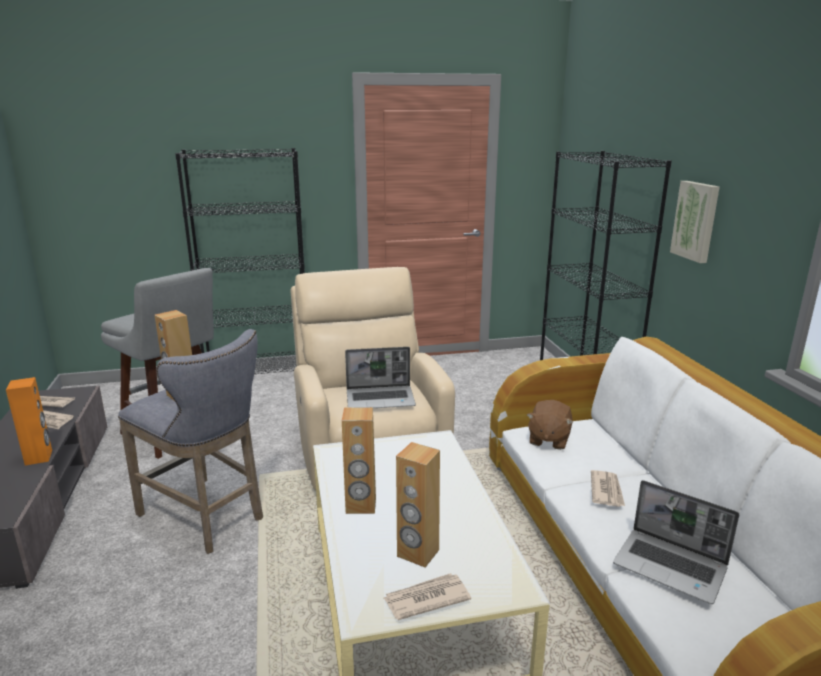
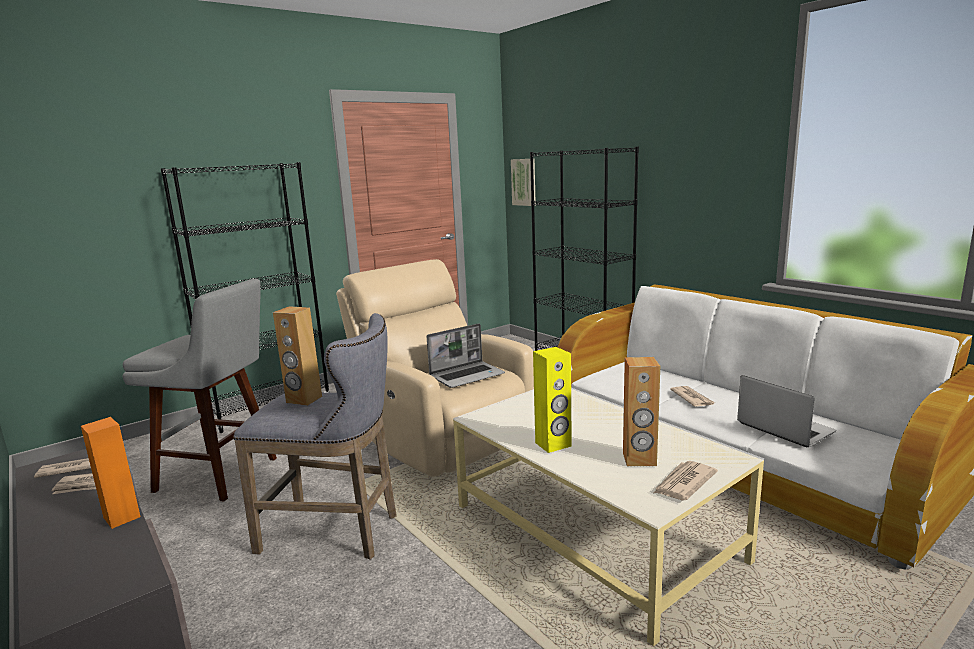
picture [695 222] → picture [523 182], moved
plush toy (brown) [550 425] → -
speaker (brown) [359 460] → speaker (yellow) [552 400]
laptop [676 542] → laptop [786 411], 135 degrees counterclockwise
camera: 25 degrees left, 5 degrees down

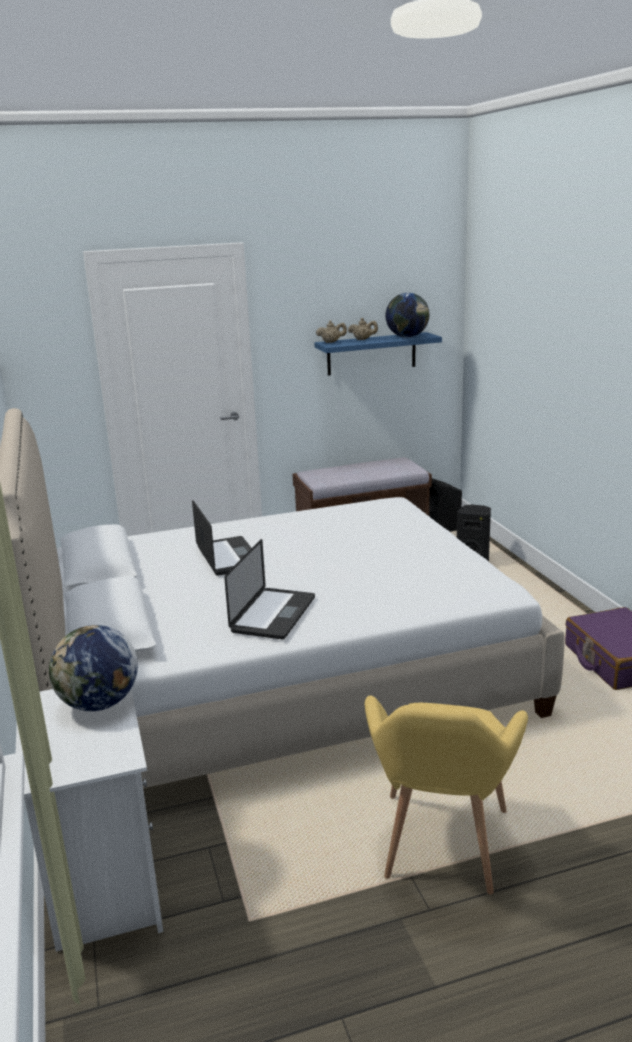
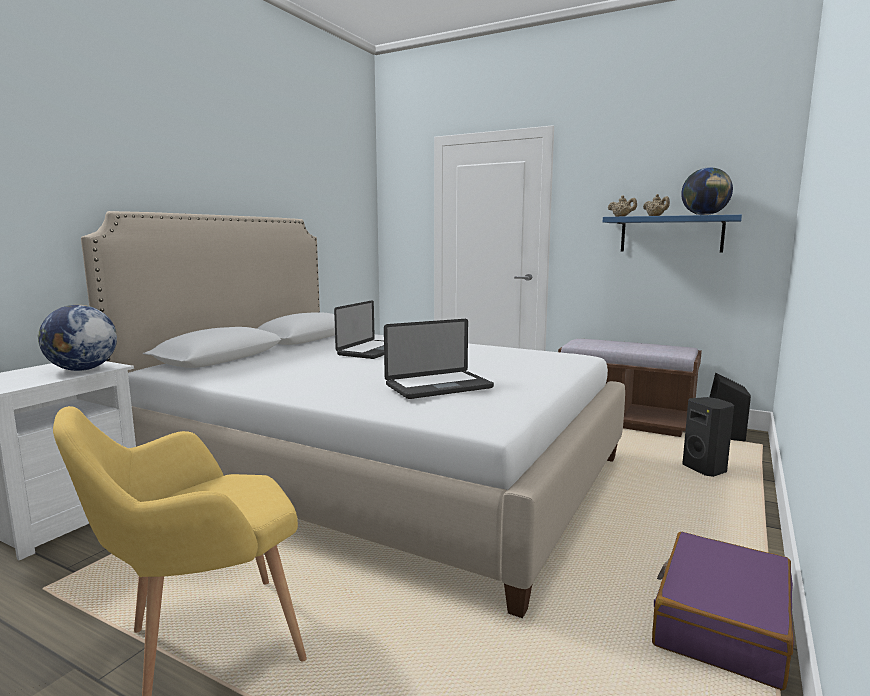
laptop [269 589] → laptop [439 359], moved
camera: 45 degrees right, 10 degrees down

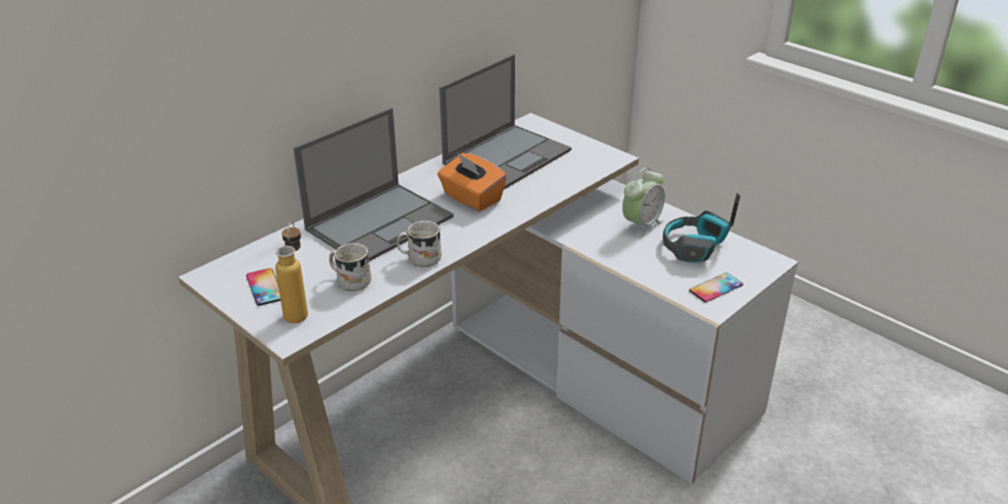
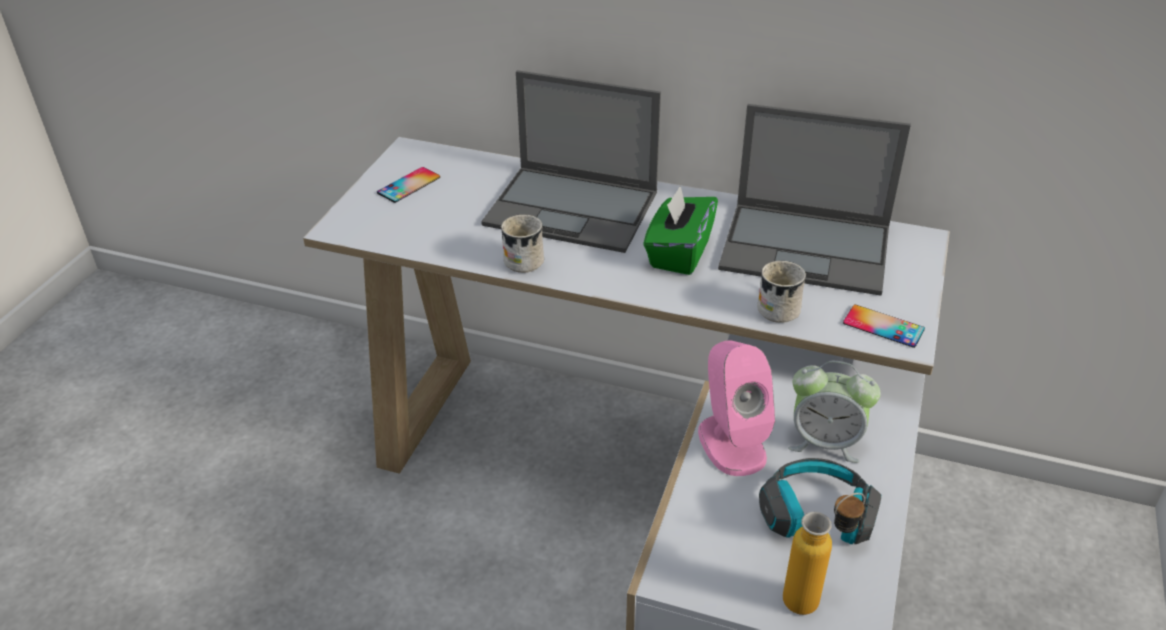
tissue box (orange) [472 182] → tissue box (green) [680 230]
bottle [291 272] → bottle [824 554], moved
mug (white) [350 267] → mug (white) [781 292], moved
phone [716 287] → phone [884 326], moved
- → speaker (pink) [736 408]
camera: 65 degrees right, 5 degrees up

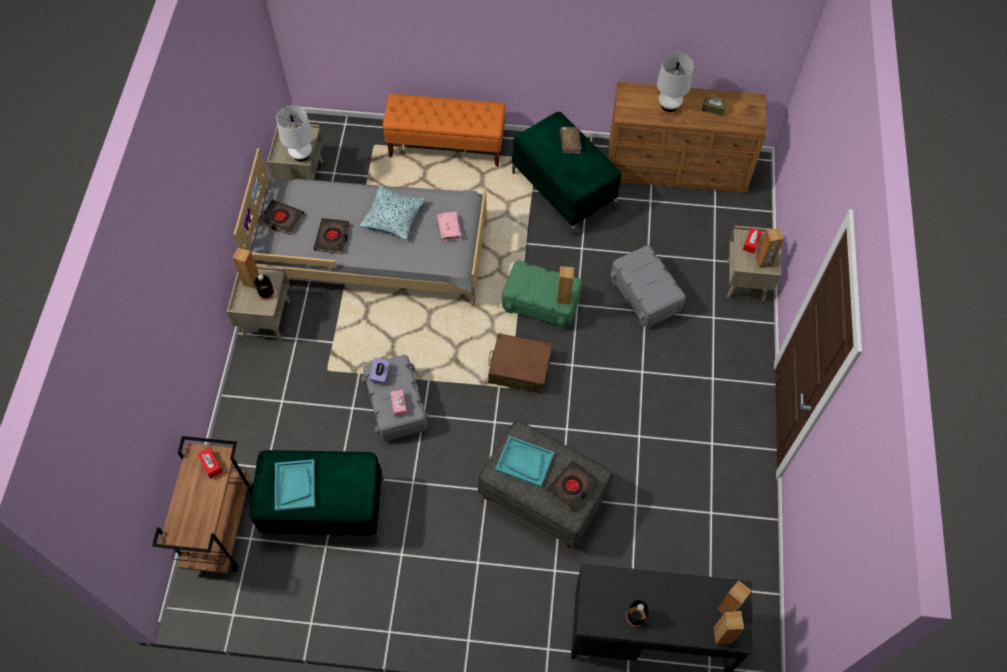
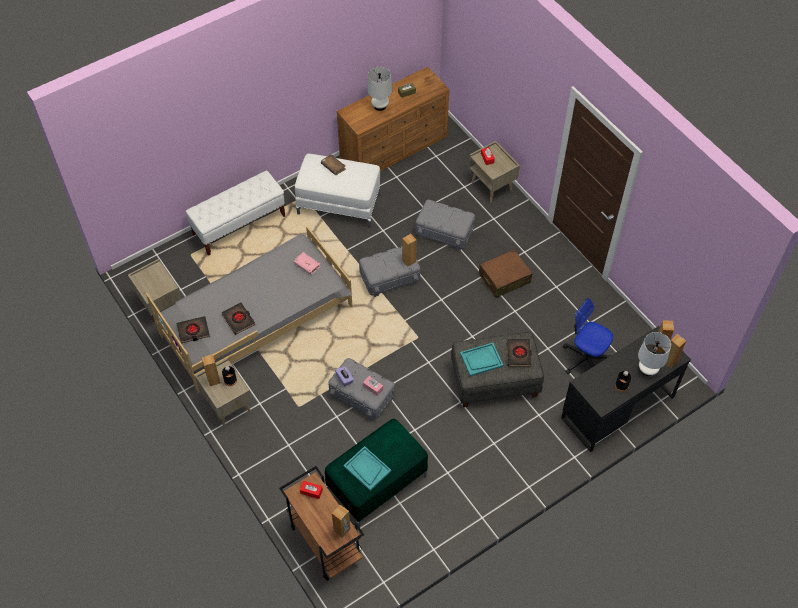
bench (orange) [444 130] → bench (white) [235 213]
table lamp (white) [294 134] → table lamp (white) [654 354], moved
ottoman (green) [566 174] → ottoman (white) [337 191]
pillow [393 212] → -
speaker (brown) [770 248] → speaker (brown) [341 521], moved
storage box (green) [542 295] → storage box (grey) [390 271]
suitcase (brown) [520 363] → suitcase (brown) [506 273], moved
- → office chair [588 336]
camera: 40 degrees left, 5 degrees down

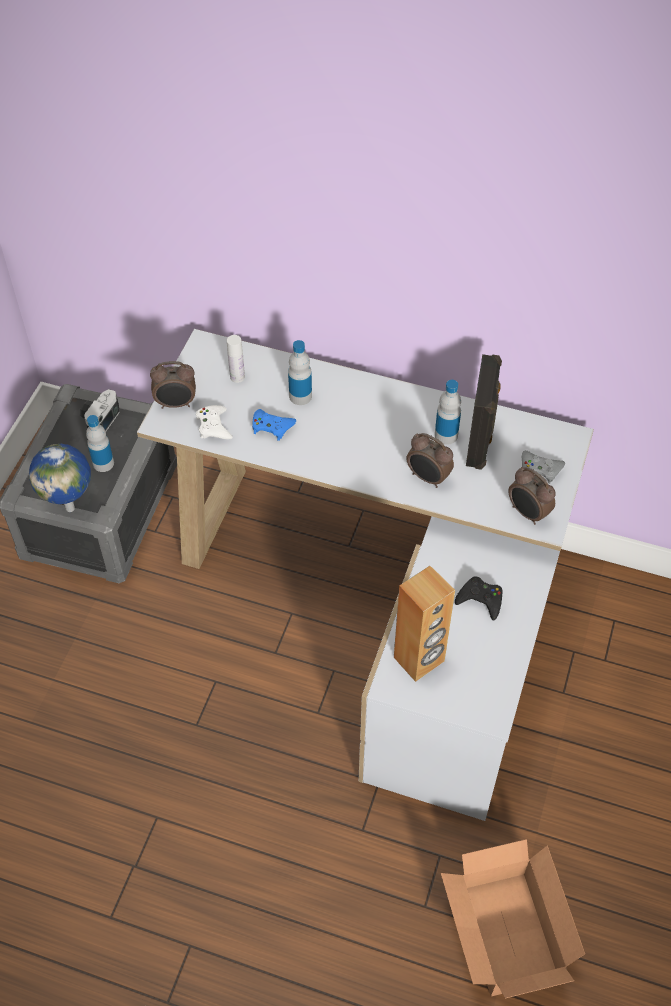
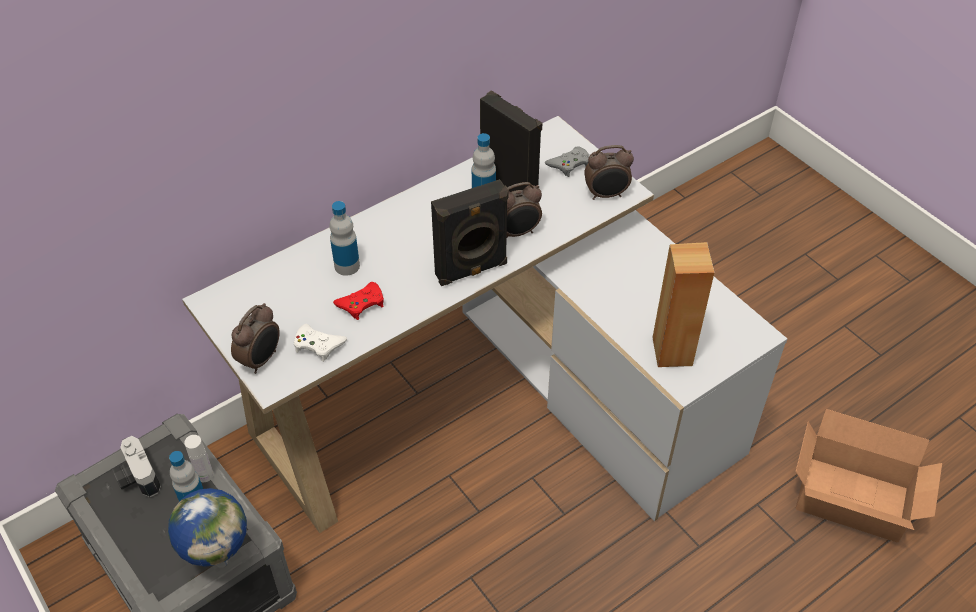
bottle (white) [236 359] → bottle (white) [199 458], moved
game controller (blue) [274 425] → game controller (red) [358 301]
game controller (black) [478 598] → -
- → speaker (black) [470 232]
camera: 55 degrees left, 5 degrees down

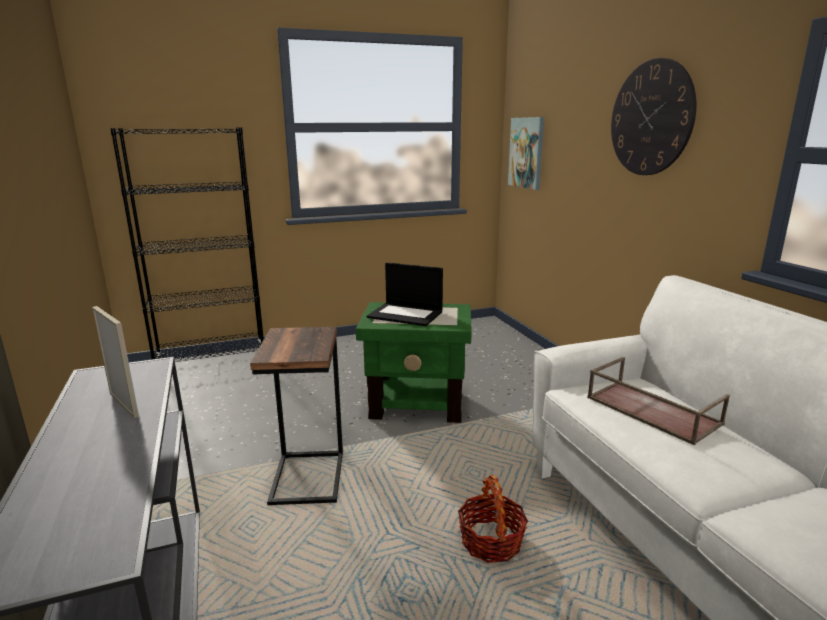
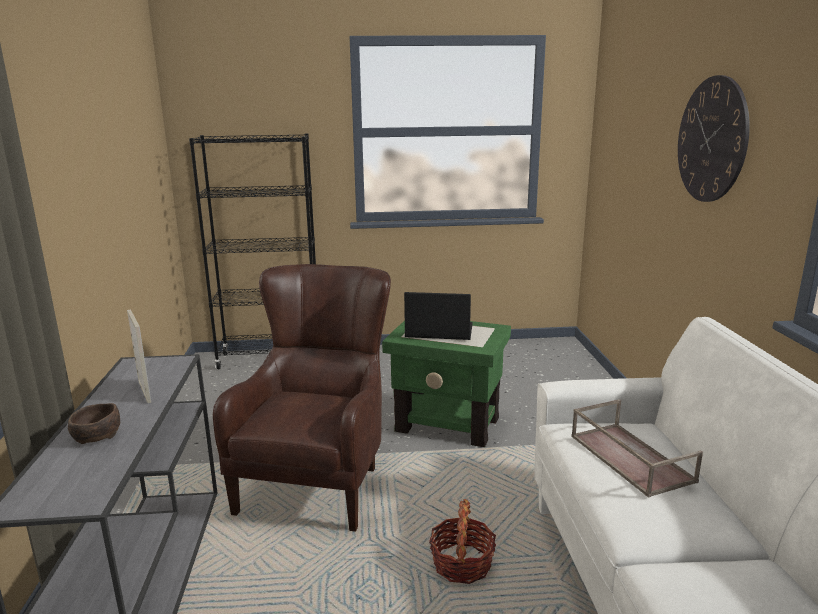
picture [526 153] → -
laptop [405 294] → laptop [438 316], 150 degrees clockwise
side table [296 416] → armchair (brown) [302 398]
- → bowl (brown) [94 423]
camera: 15 degrees right, 0 degrees up

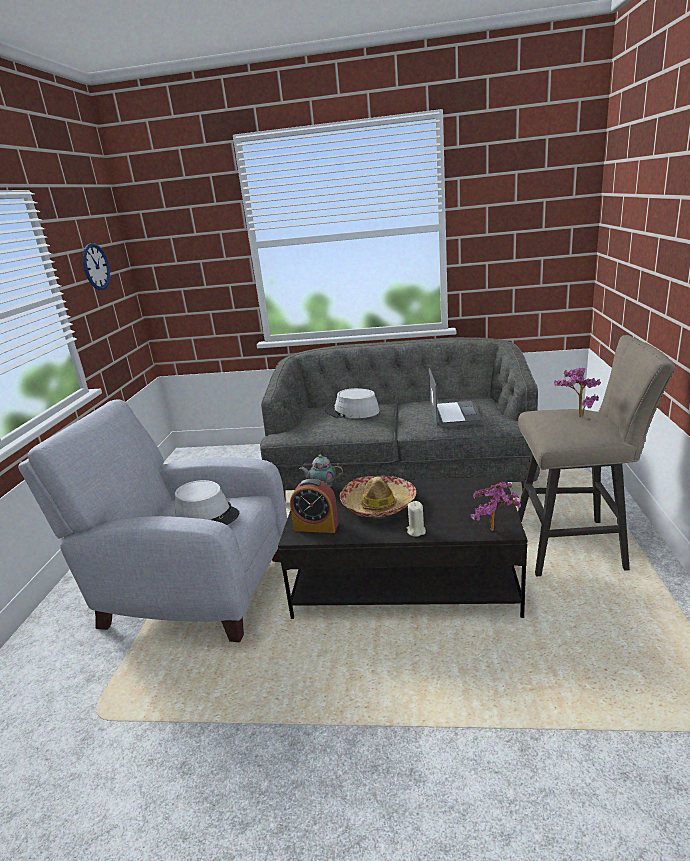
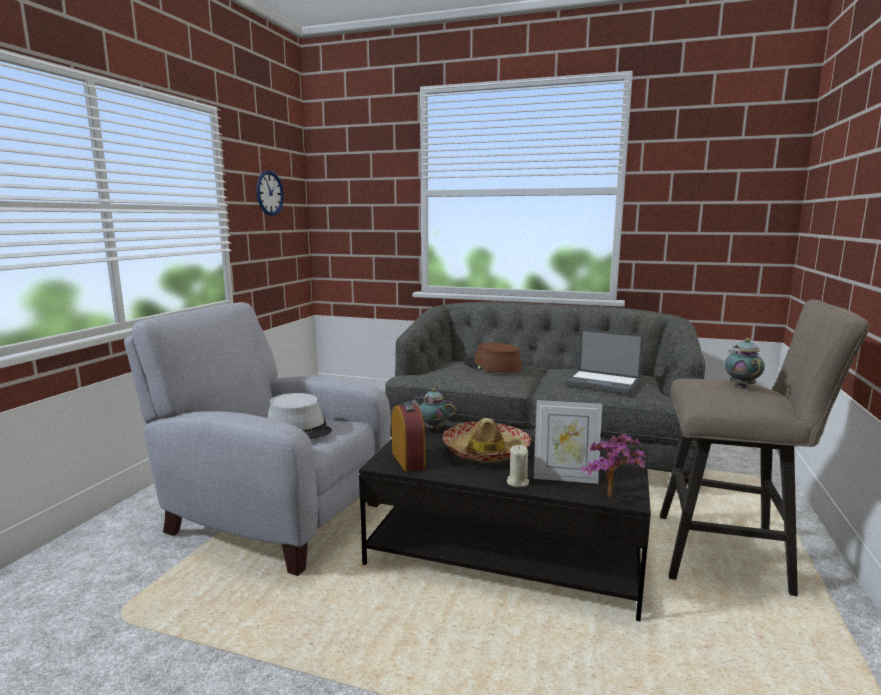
potted plant [577 392] → teapot [745 363]
laptop [456 397] → laptop [604 361], 105 degrees clockwise
hat (grey) [352 403] → hat (brown) [492 358]
alarm clock [314 506] → alarm clock [408 436], 135 degrees counterclockwise
- → picture frame [568 442]
camera: 10 degrees right, 10 degrees down

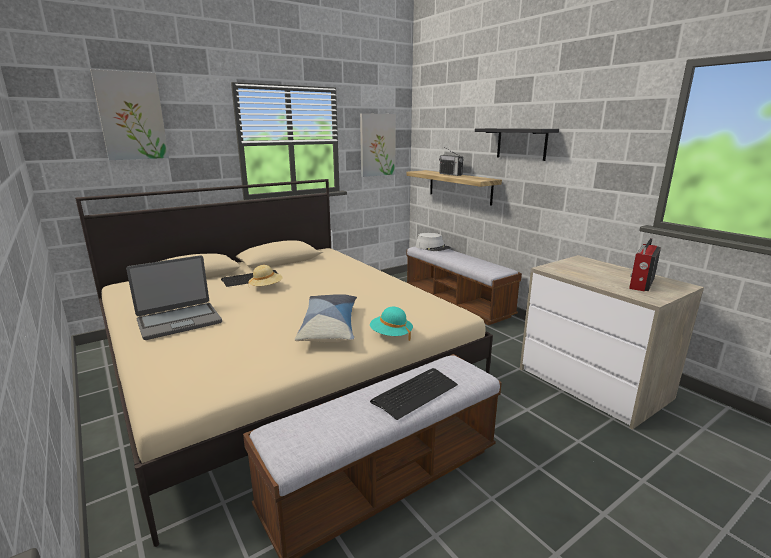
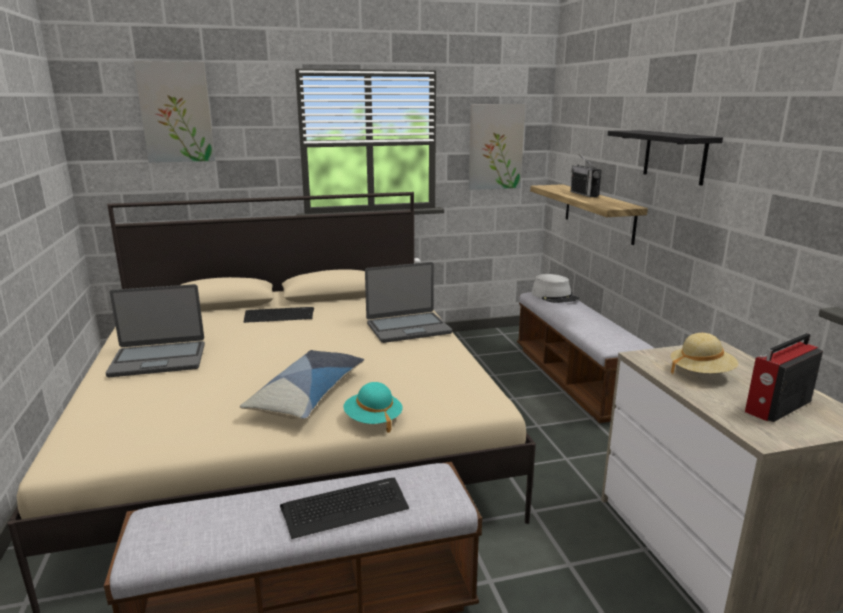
hat (beige) [265 275] → hat (beige) [704 353], moved
- → laptop [408 302]
camera: 20 degrees right, 0 degrees up

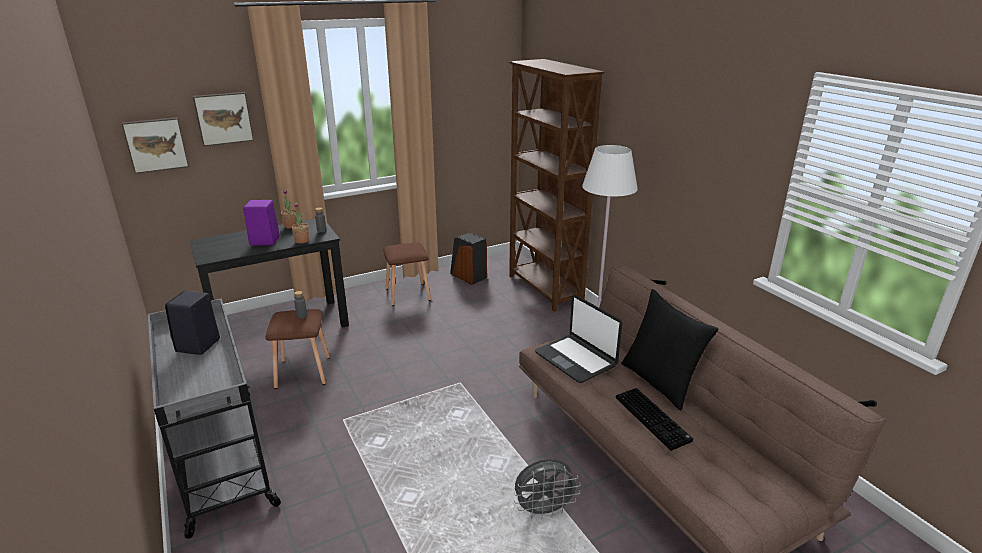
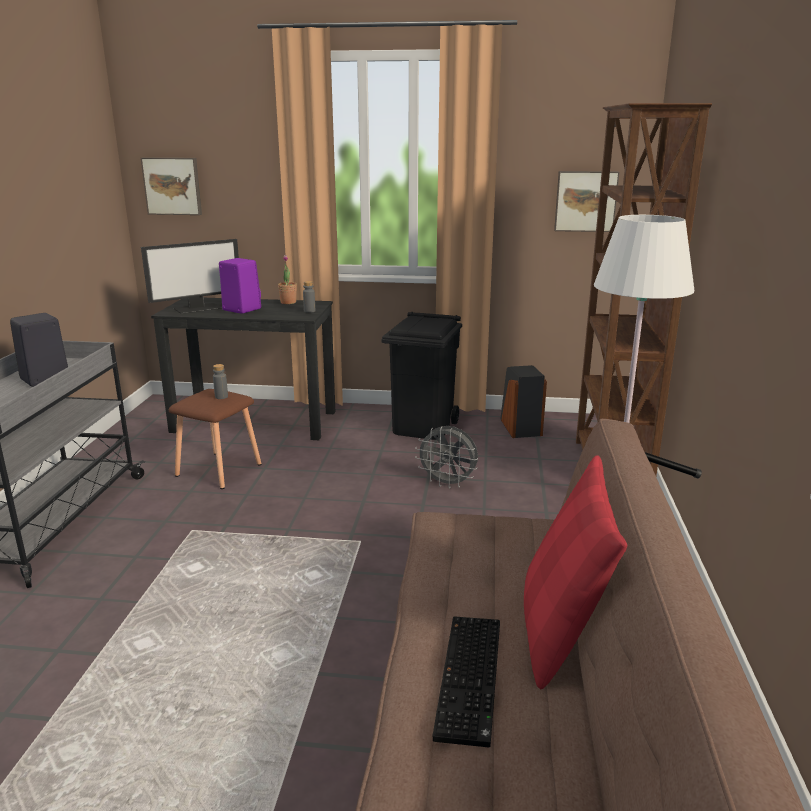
picture [223 119] → picture [587 201], moved
potted plant [300 223] → -
stool (brown) [407 274] → trash can (black) [422 376]
pillow (black) [670 349] → pillow (red) [576 572]
laptop [579 339] → -
fan (grey) [547 488] → fan (grey) [446 457], moved
- → monitor [190 276]
camera: 35 degrees right, 5 degrees down

